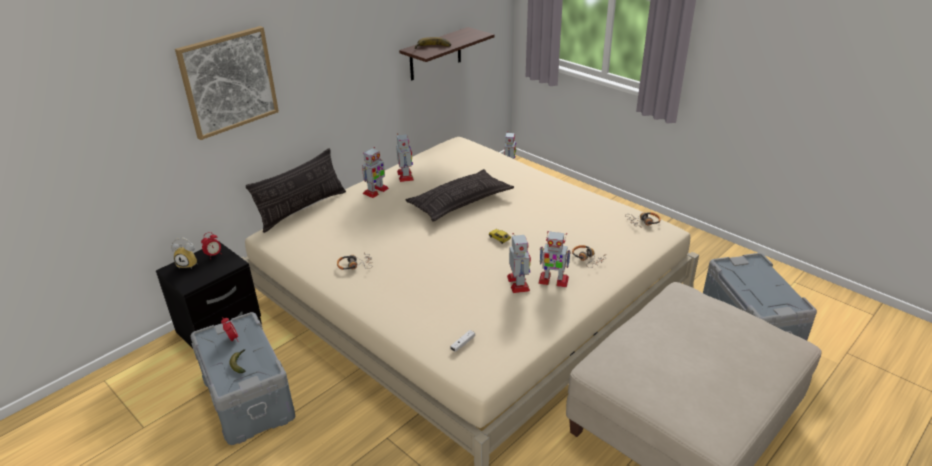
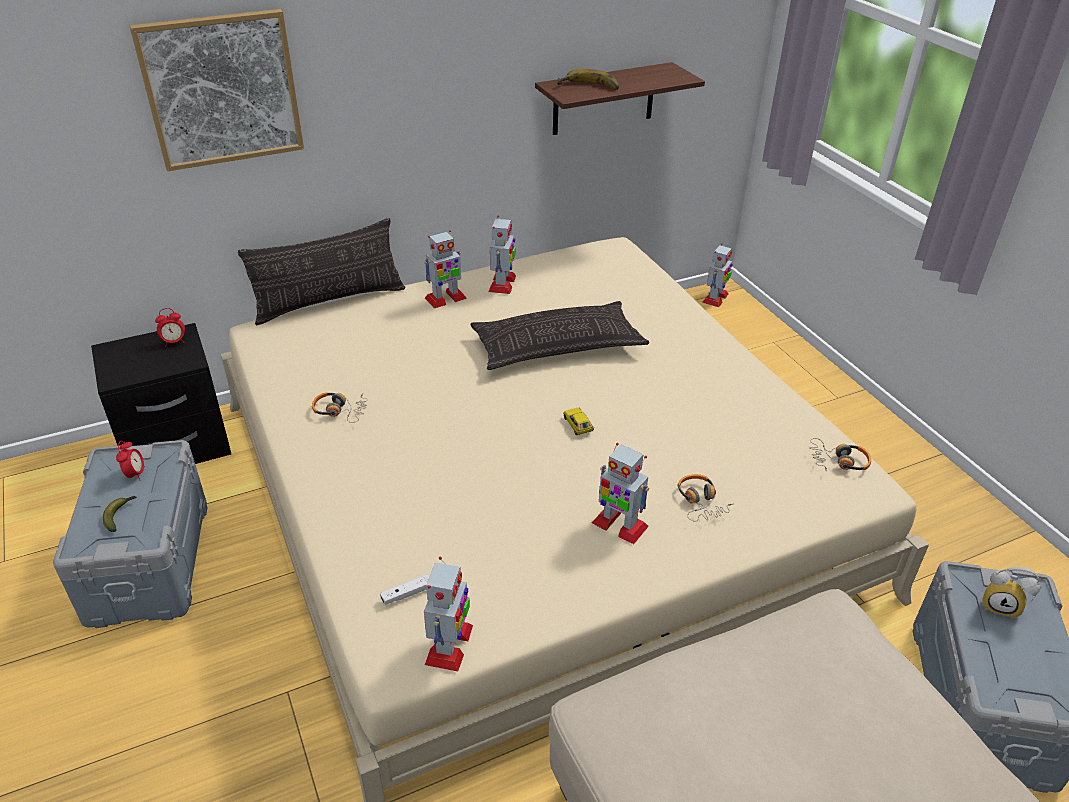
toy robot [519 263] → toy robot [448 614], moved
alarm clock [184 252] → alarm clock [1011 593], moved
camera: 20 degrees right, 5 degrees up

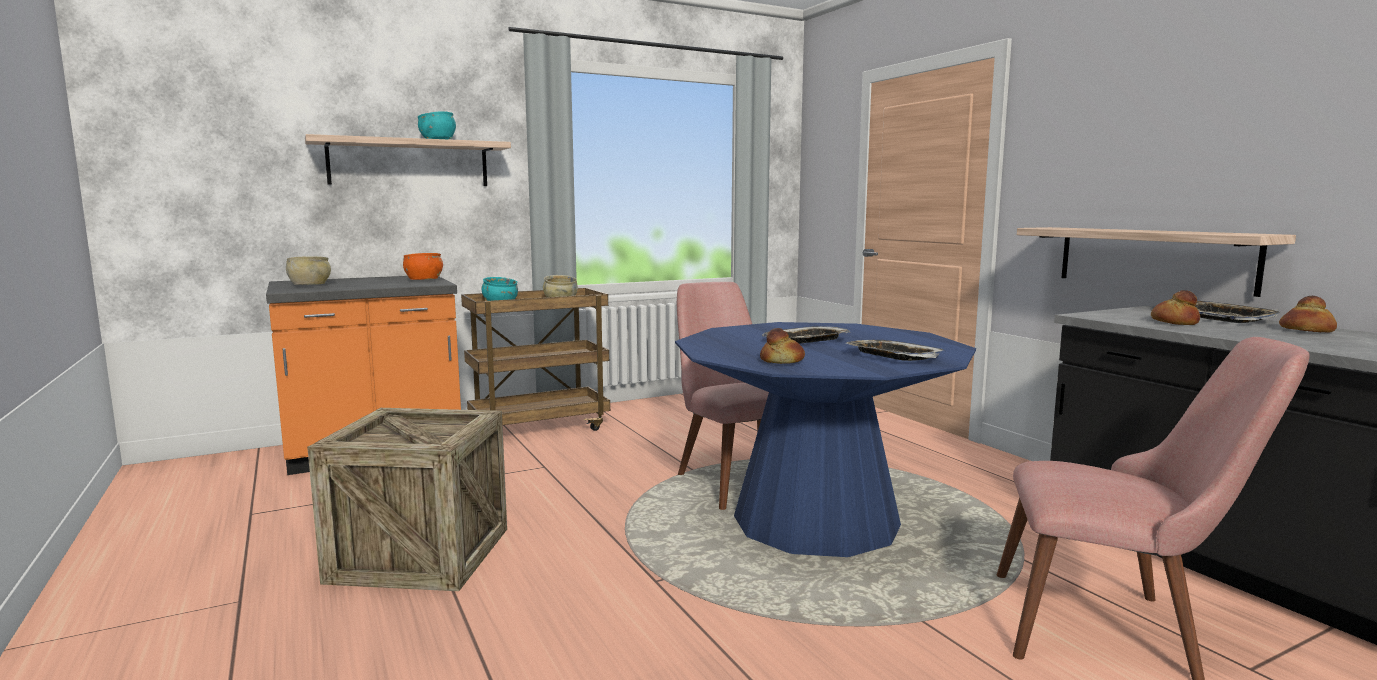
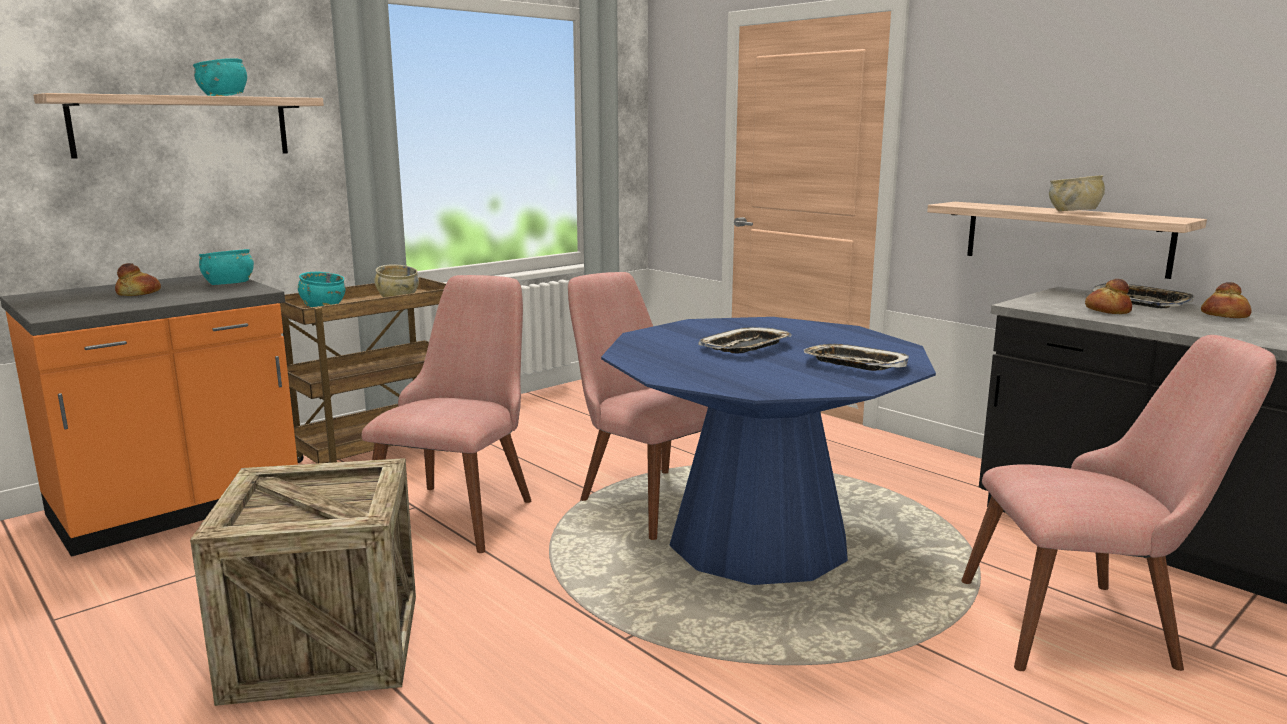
bowl (orange) [423 266] → bowl (turquoise) [226 267]
bowl (beige) [308 270] → bowl (beige) [1077 193], moved
bread [782 346] → bread [138 279], moved
- → chair (pink) [446 414]
camera: 15 degrees left, 5 degrees up

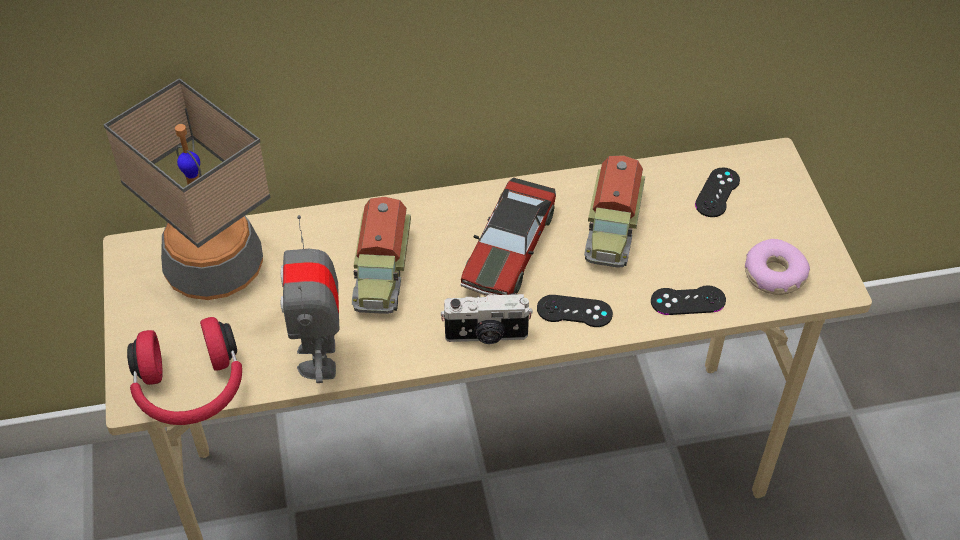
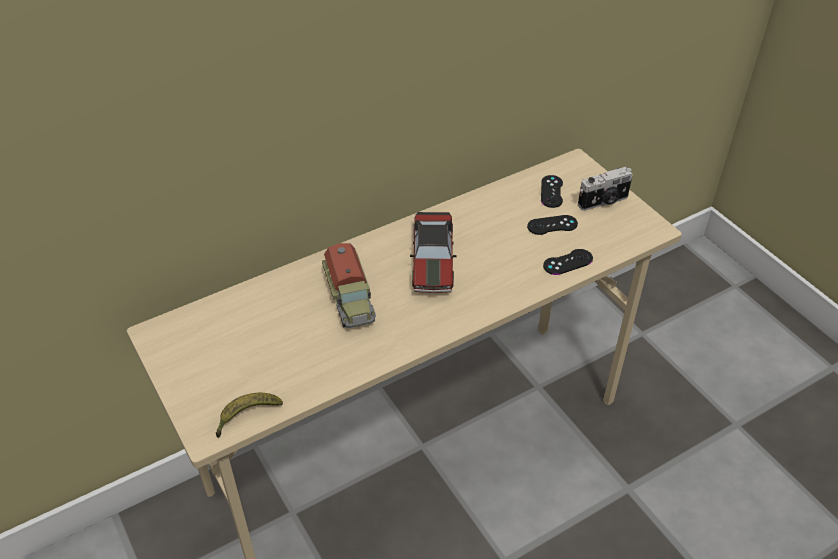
table lamp [187 189] → -
toy truck [614 211] → -
toy robot [310 299] → -
donut [777 267] → -
photo camera [487 318] → photo camera [605 189], moved
game controller (black) [575 311] → game controller (black) [552 225], moved
headphones (red) [184 371] → banana [249 415]
camera: 20 degrees left, 5 degrees down

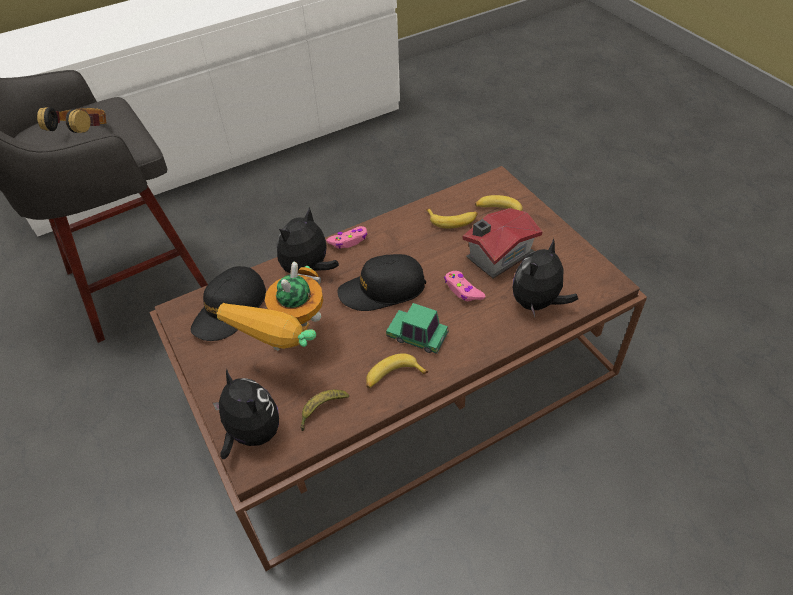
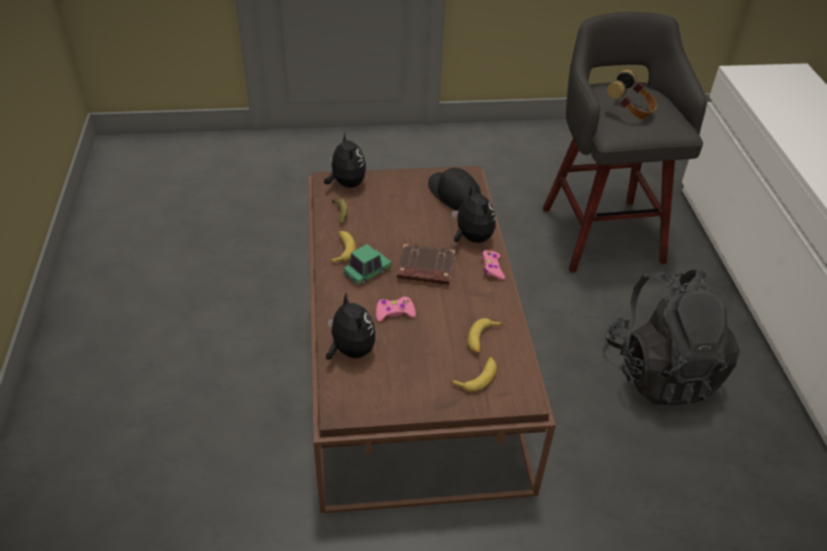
toy house [502 243] → -
cap (black) [381 282] → book (brown) [426 264]
toy robot [270 306] → -
plush toy [246 414] → plush toy [345 160], 90 degrees counterclockwise
- → backpack (black) [672 337]
camera: 110 degrees right, 5 degrees down

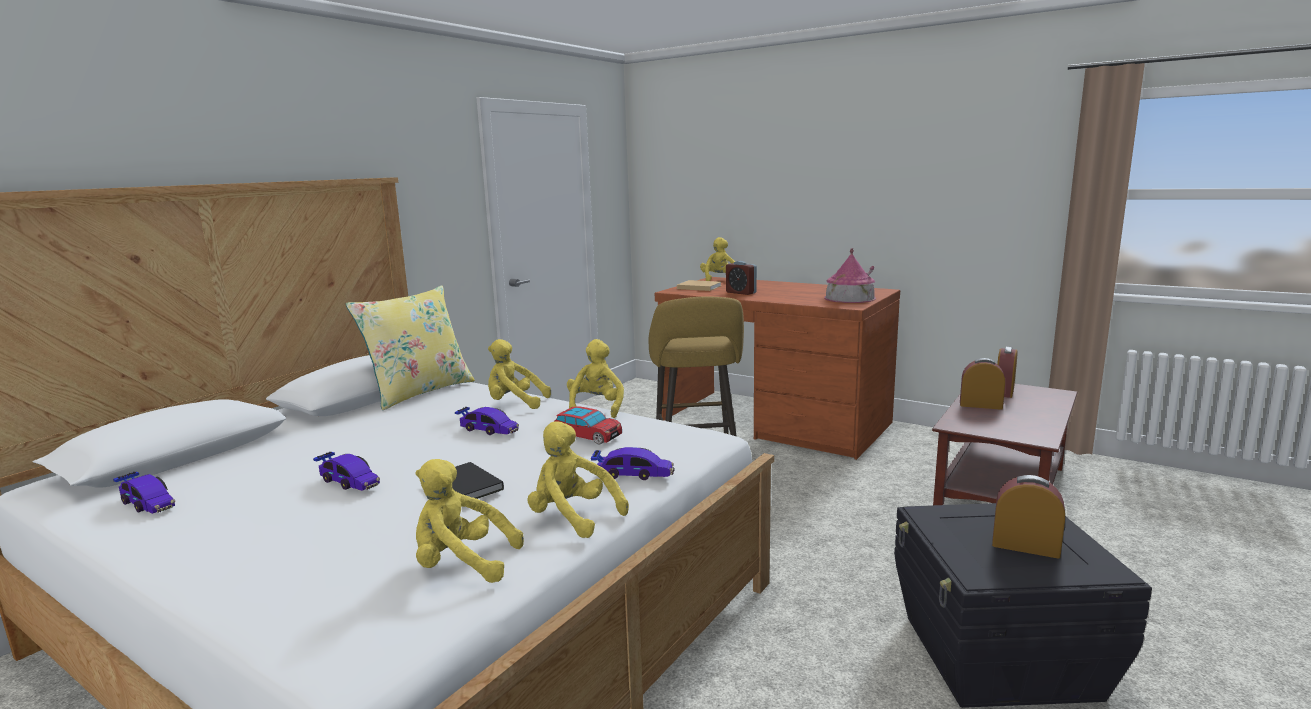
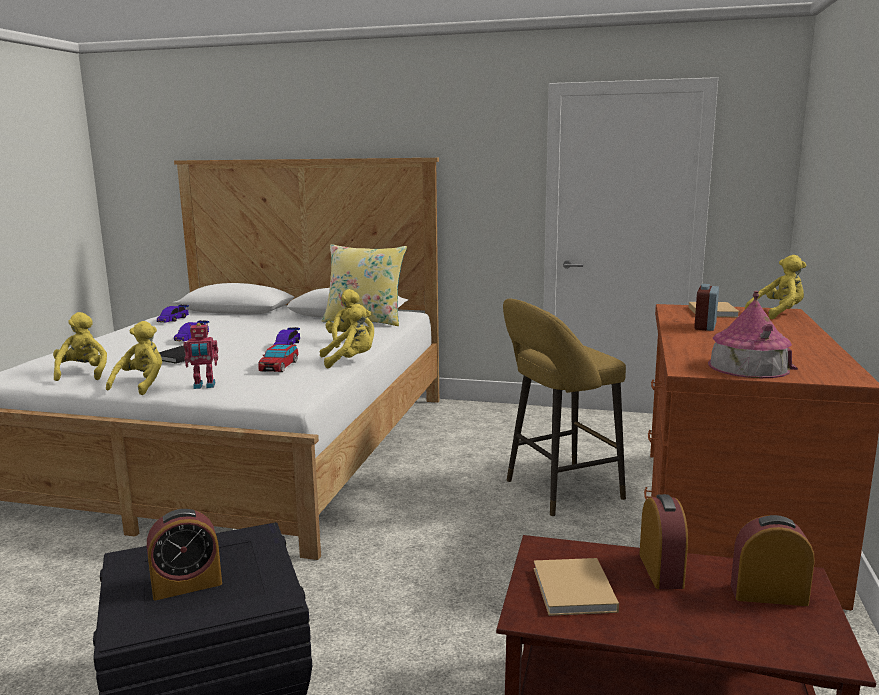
toy car [633 463] → toy robot [200 356]
alarm clock [1028 517] → alarm clock [184 555], 60 degrees clockwise
- → book (beige) [576 587]
camera: 70 degrees right, 0 degrees up

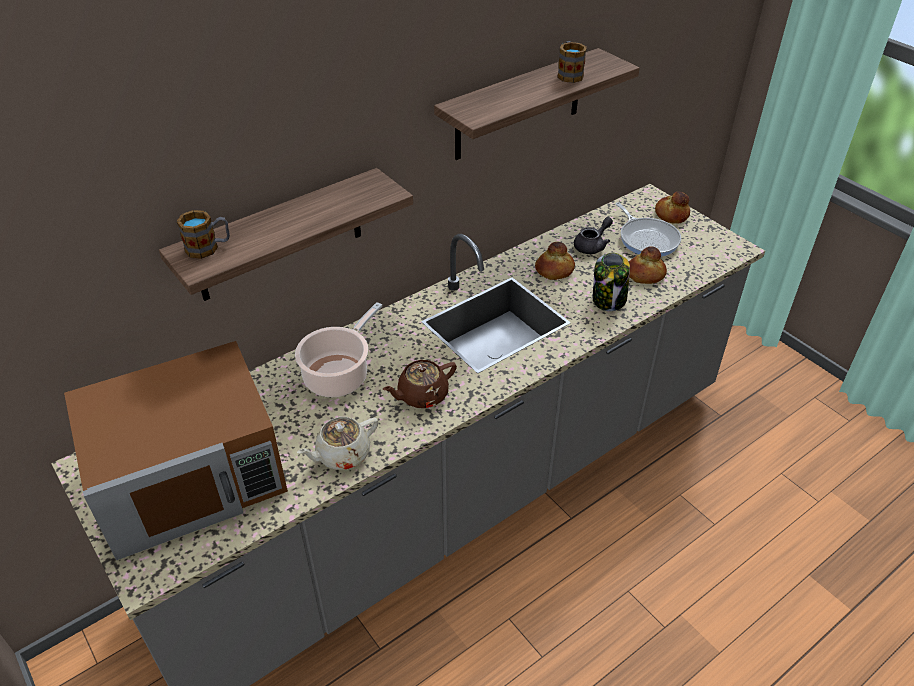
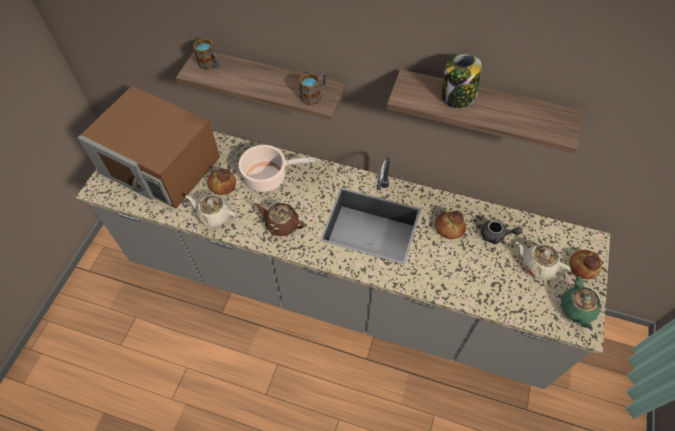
mug [572 62] → mug [312 88], moved
frying pan [648 229] → teapot (beige) [543 260]
bread [648 265] → bread [221 182], moved
jar [611 282] → jar [462 80], moved
- → teapot (green) [580 303]
camera: 55 degrees right, 15 degrees up

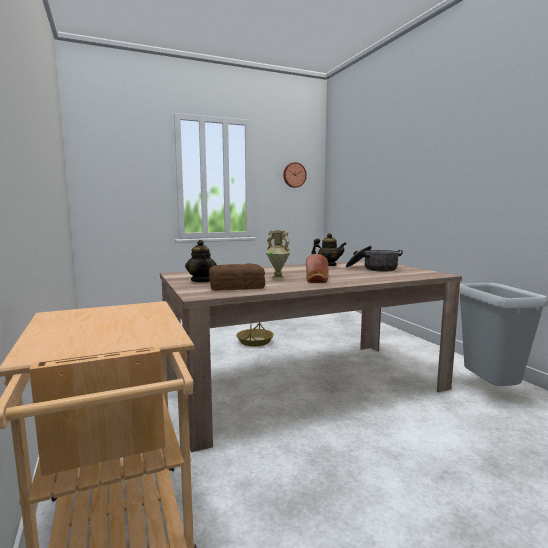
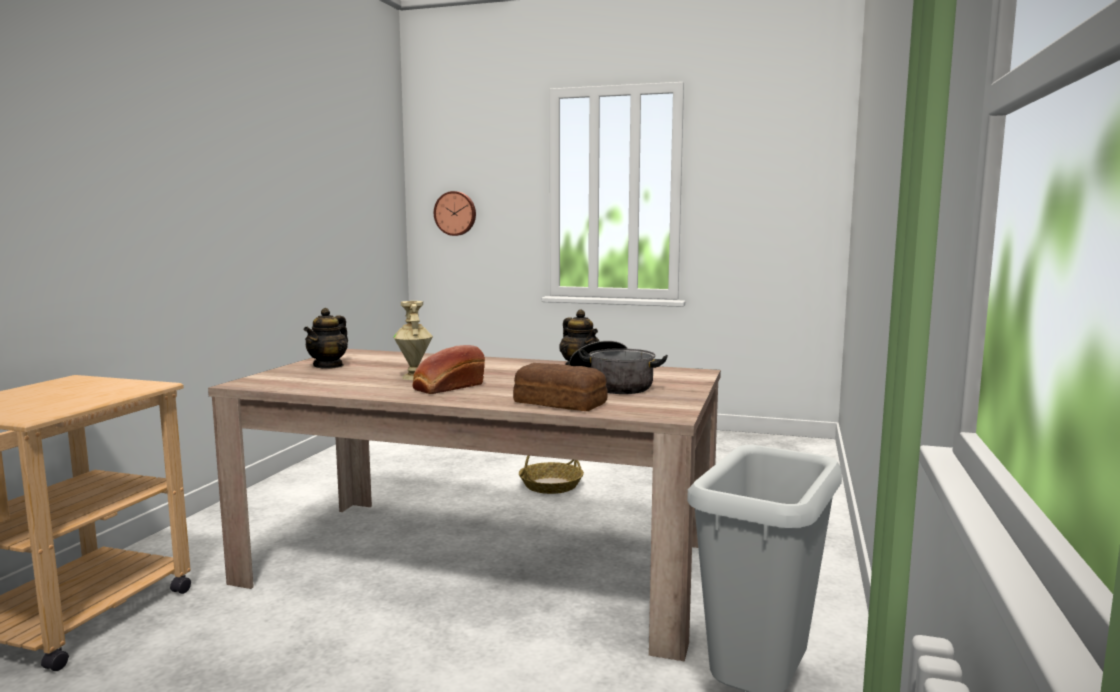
wall clock [295 175] → wall clock [455 213], moved
bread [237 277] → bread [560 387], moved
camera: 40 degrees right, 0 degrees up

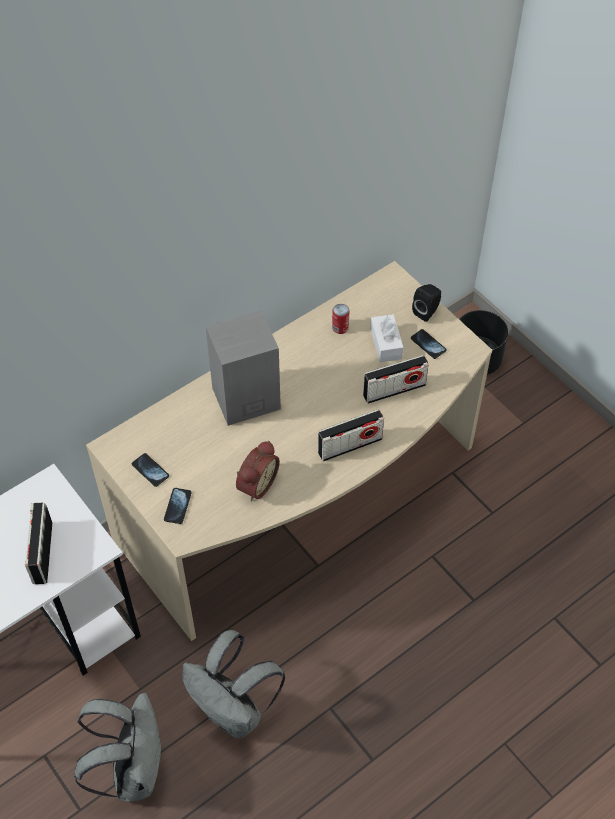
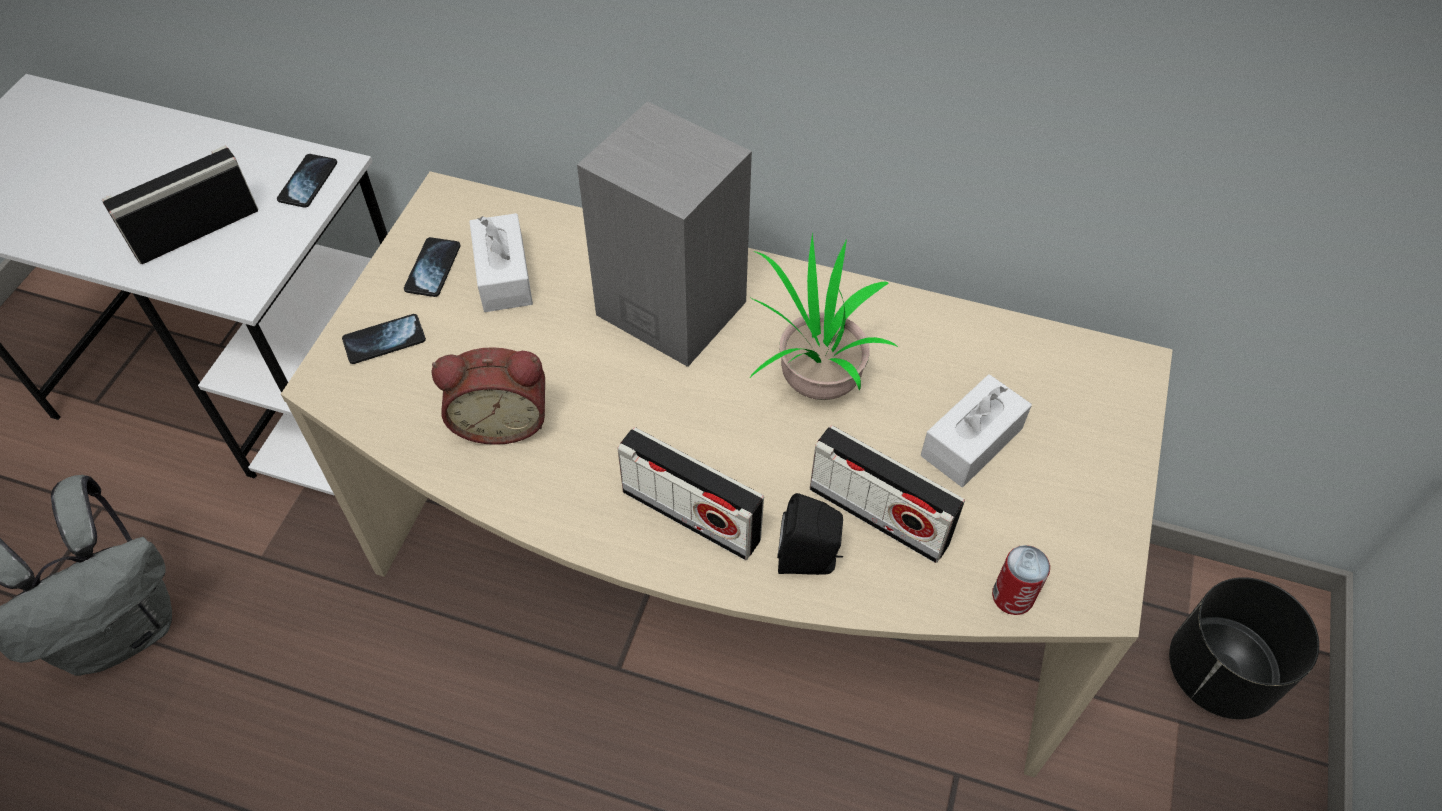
speaker (black) [426 303] → speaker (black) [810 534], moved
can [341 319] → can [1021 580], moved
phone [429 344] → phone [307 181], moved
backpack (grey) [233 684] → -
- → tissue box (white) [501 262]
- → potted plant [823 316]
camera: 55 degrees right, 0 degrees up

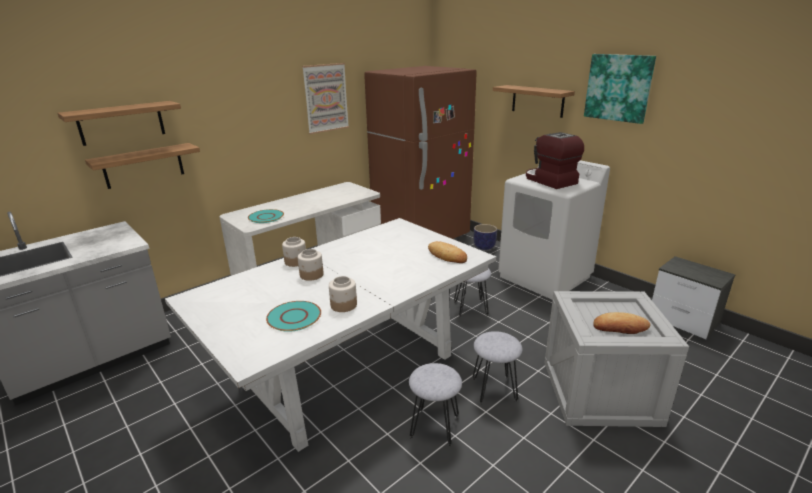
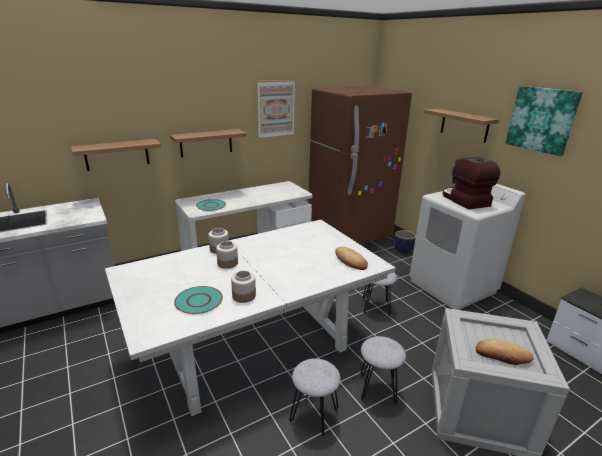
shelf [119 123] → shelf [208 143], moved
camera: 10 degrees right, 0 degrees up

